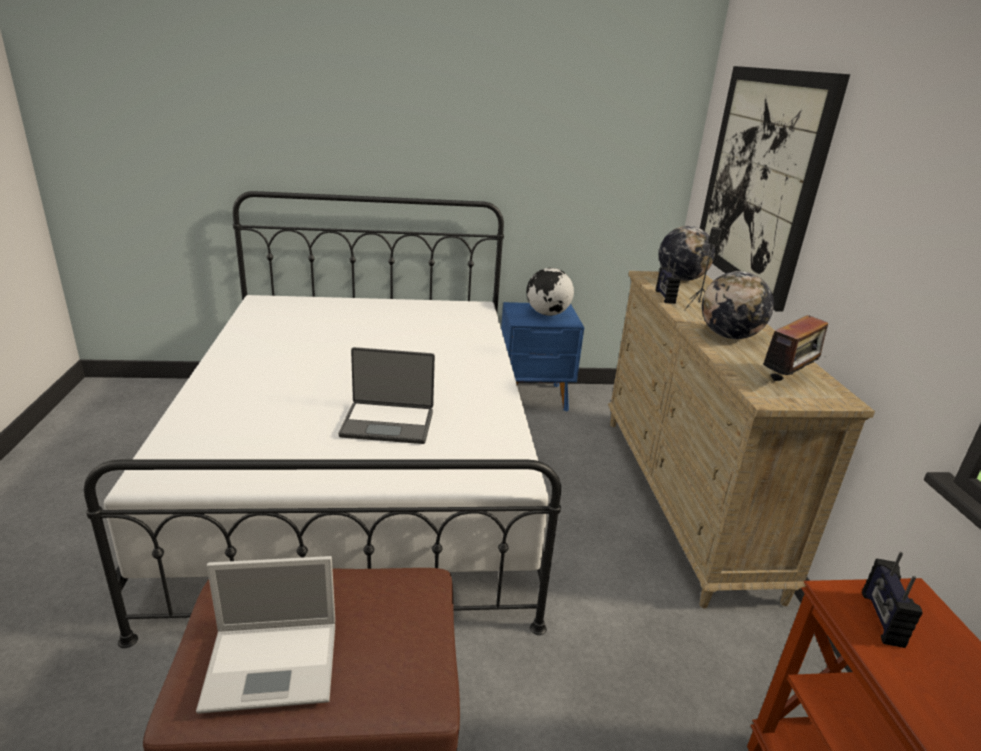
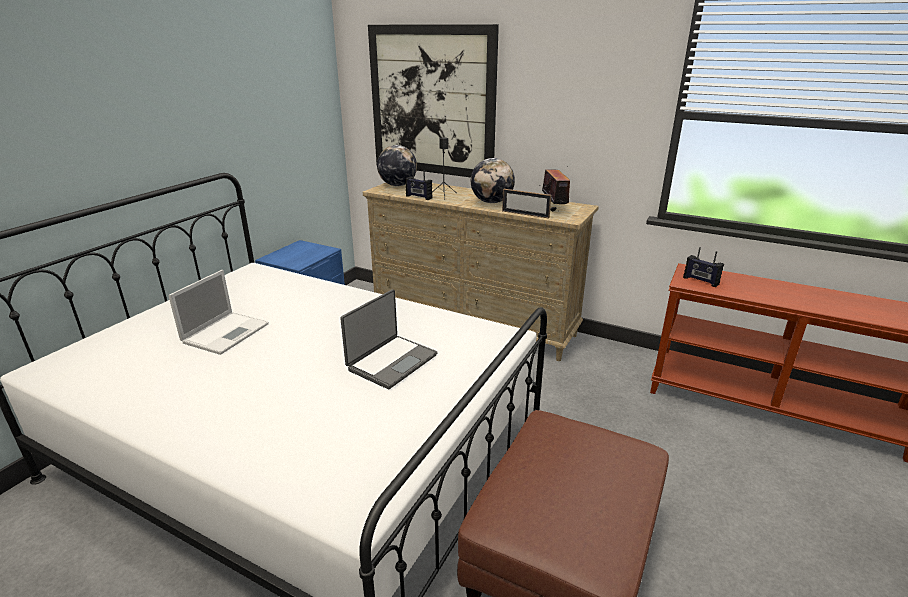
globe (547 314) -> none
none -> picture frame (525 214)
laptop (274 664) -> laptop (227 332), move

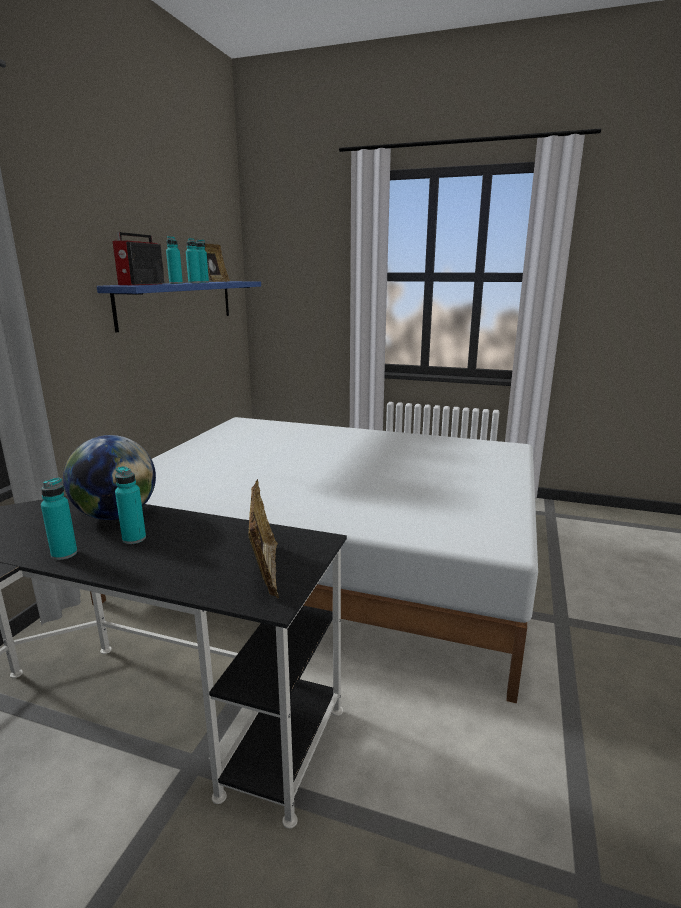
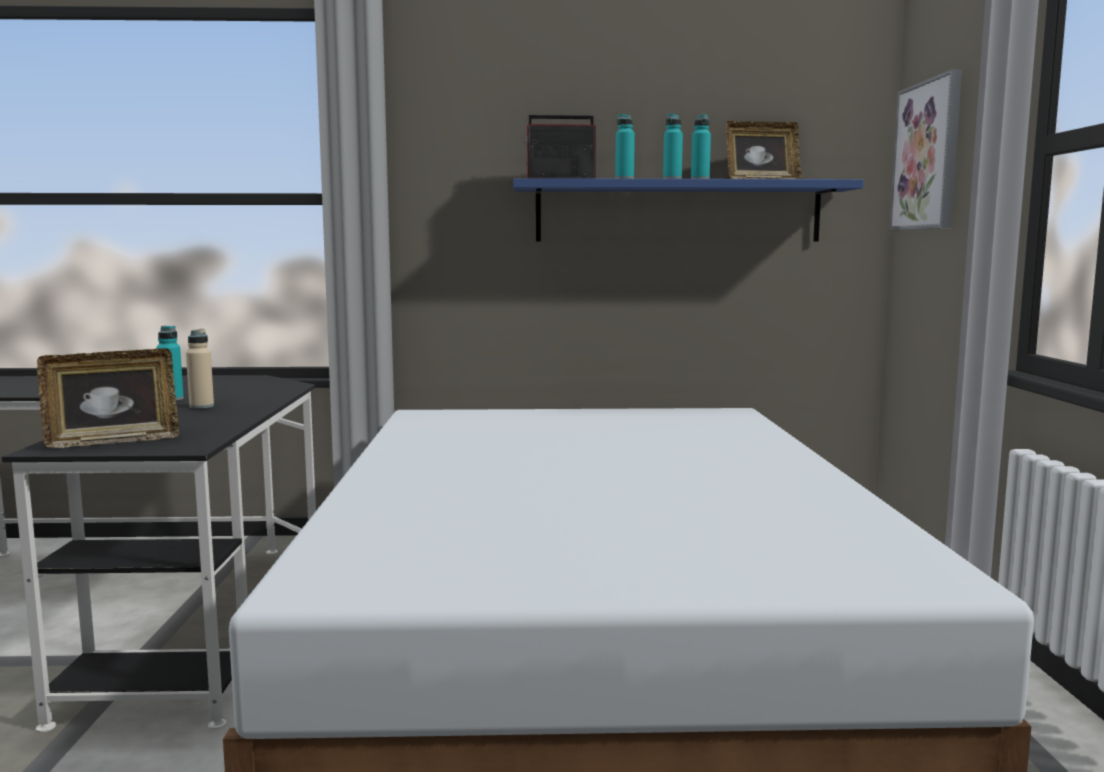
globe (116 515) -> none
none -> picture (927 156)
turquoise bottle (134 539) -> beige bottle (201 406)

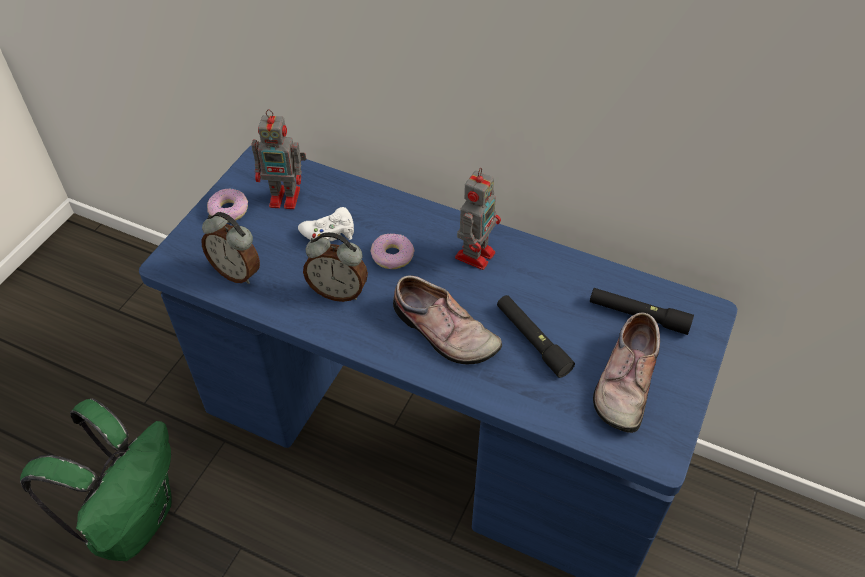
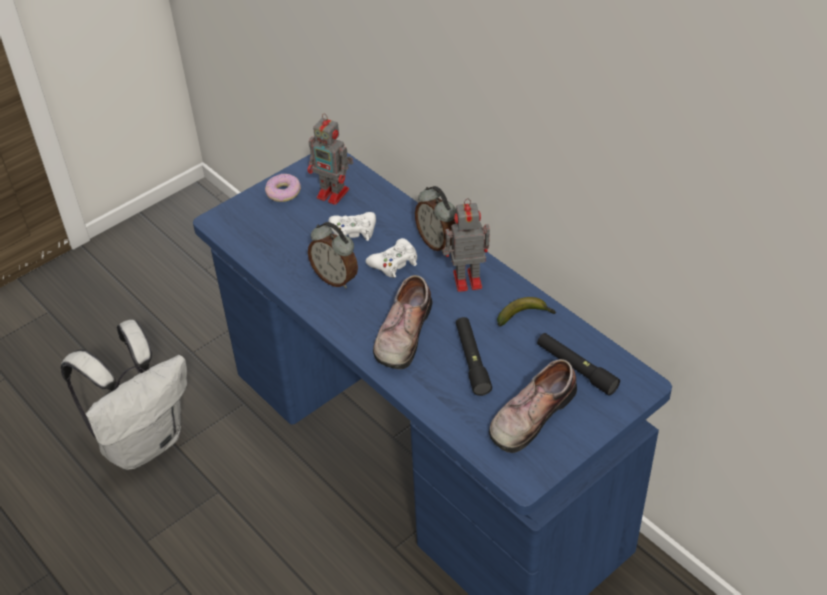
none -> banana (526 316)
alarm clock (237 272) -> alarm clock (437 242), move
donut (392 256) -> white game controller (394 263)
green backpack (133 520) -> white backpack (144 441)
shoe (442 332) -> shoe (401 333), 45 degrees clockwise
toy robot (476 254) -> toy robot (465 280), 150 degrees counterclockwise

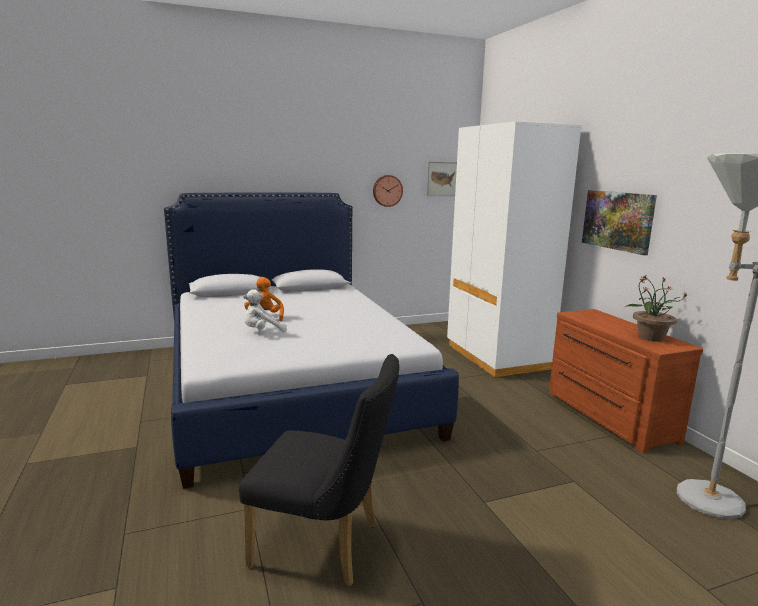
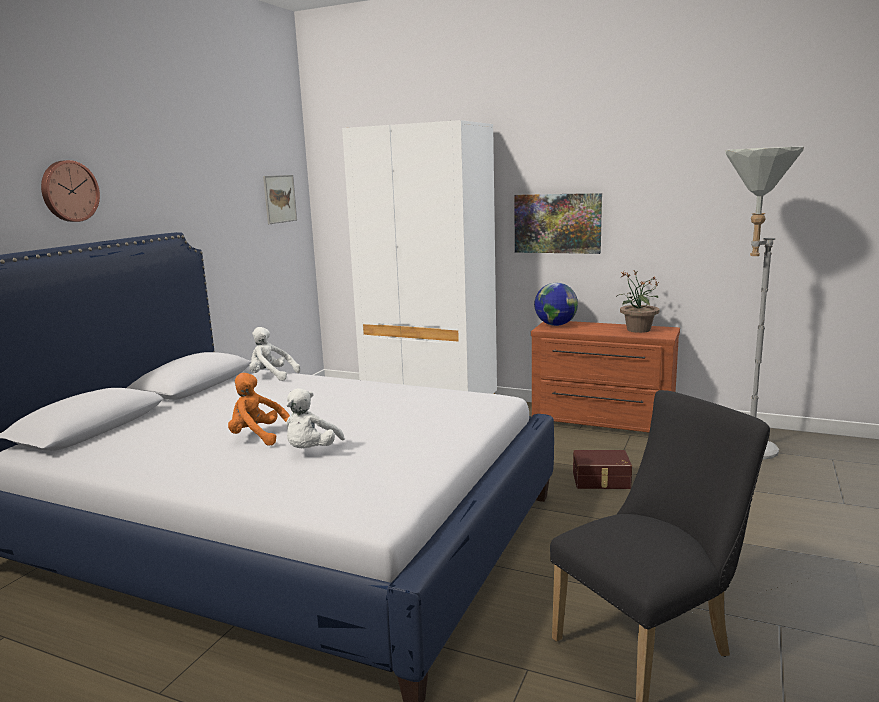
none -> white plush toy (271 376)
none -> globe (555 325)
none -> brown storage box (601 481)
wall clock (387 190) -> wall clock (68 191), move

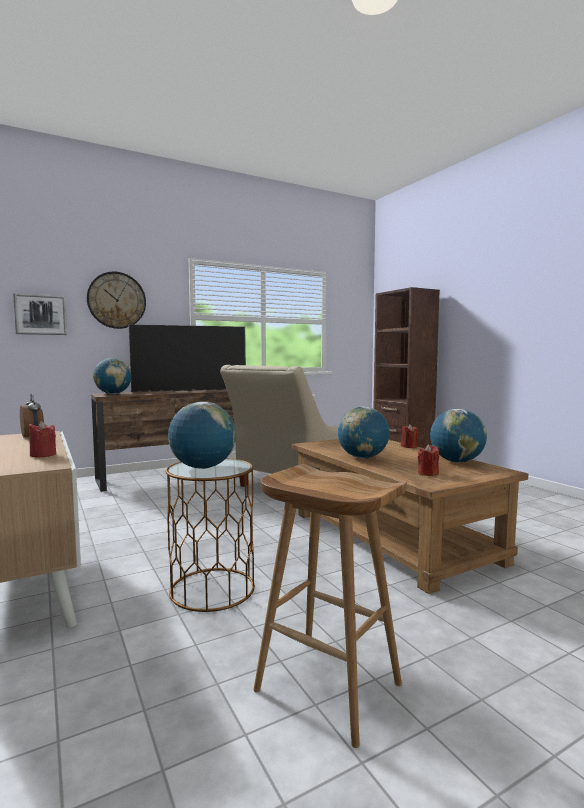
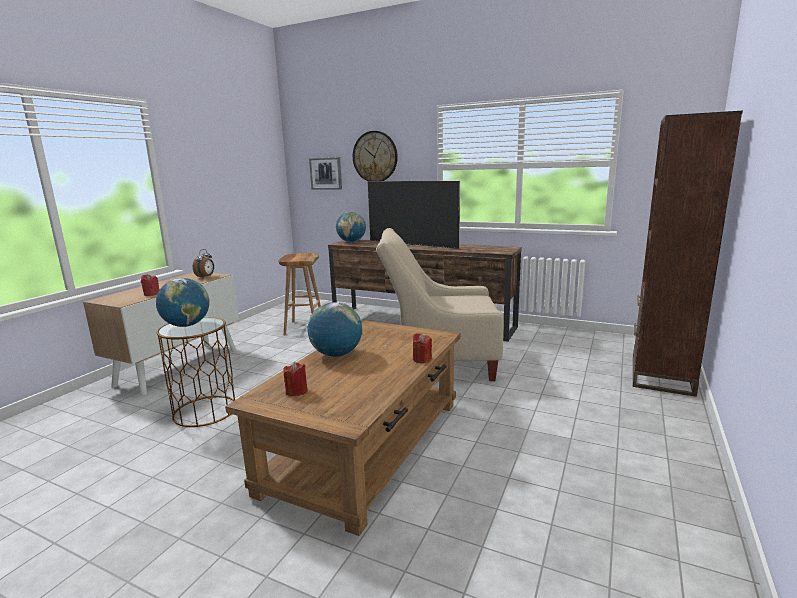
globe (456 462) -> none
brown stool (325 687) -> brown stool (304 327), move

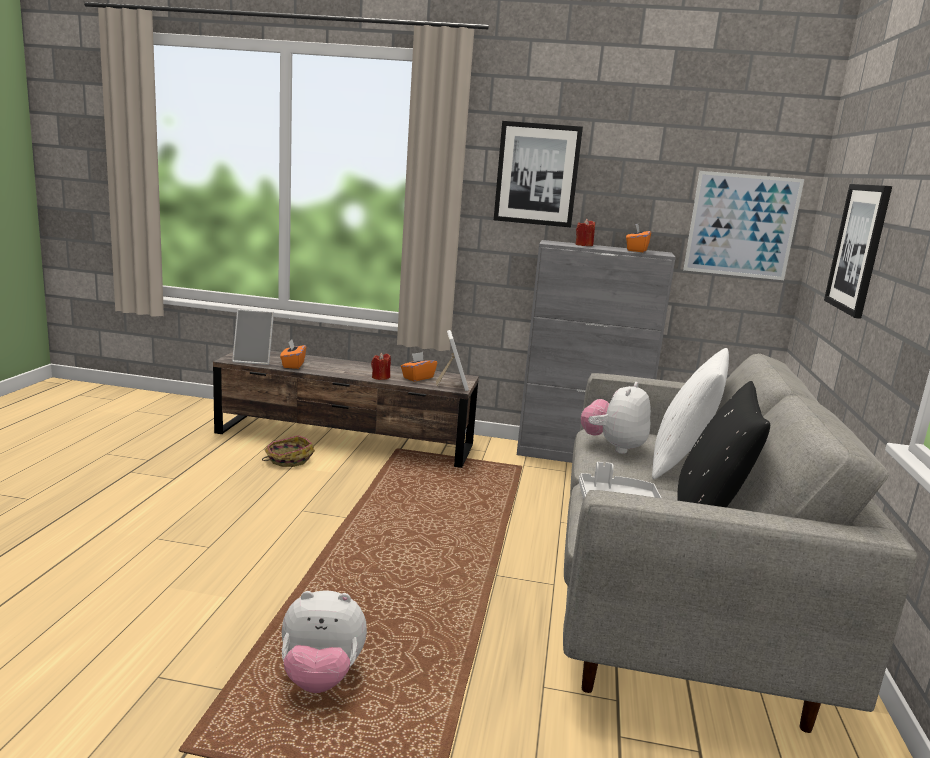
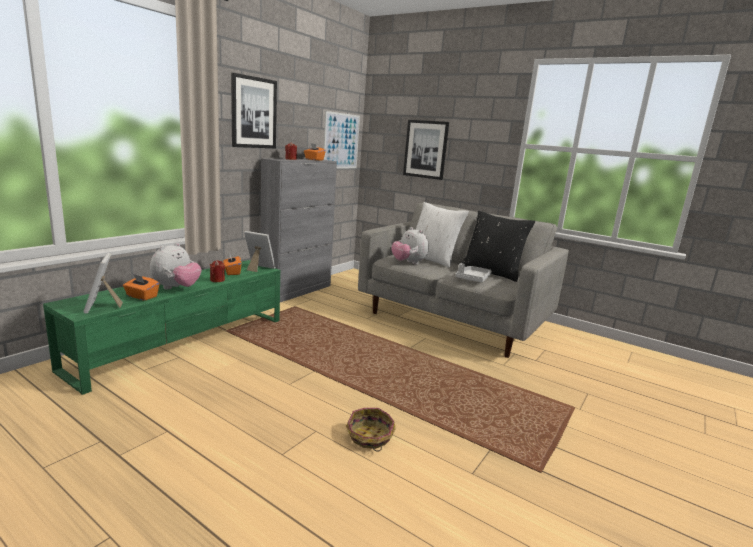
basket (288 459) -> basket (369 437), move
plush toy (321 677) -> plush toy (176 288), move
brown tv stand (346 439) -> green tv stand (184 342)
picture frame (254 360) -> picture frame (103 306), 135 degrees clockwise

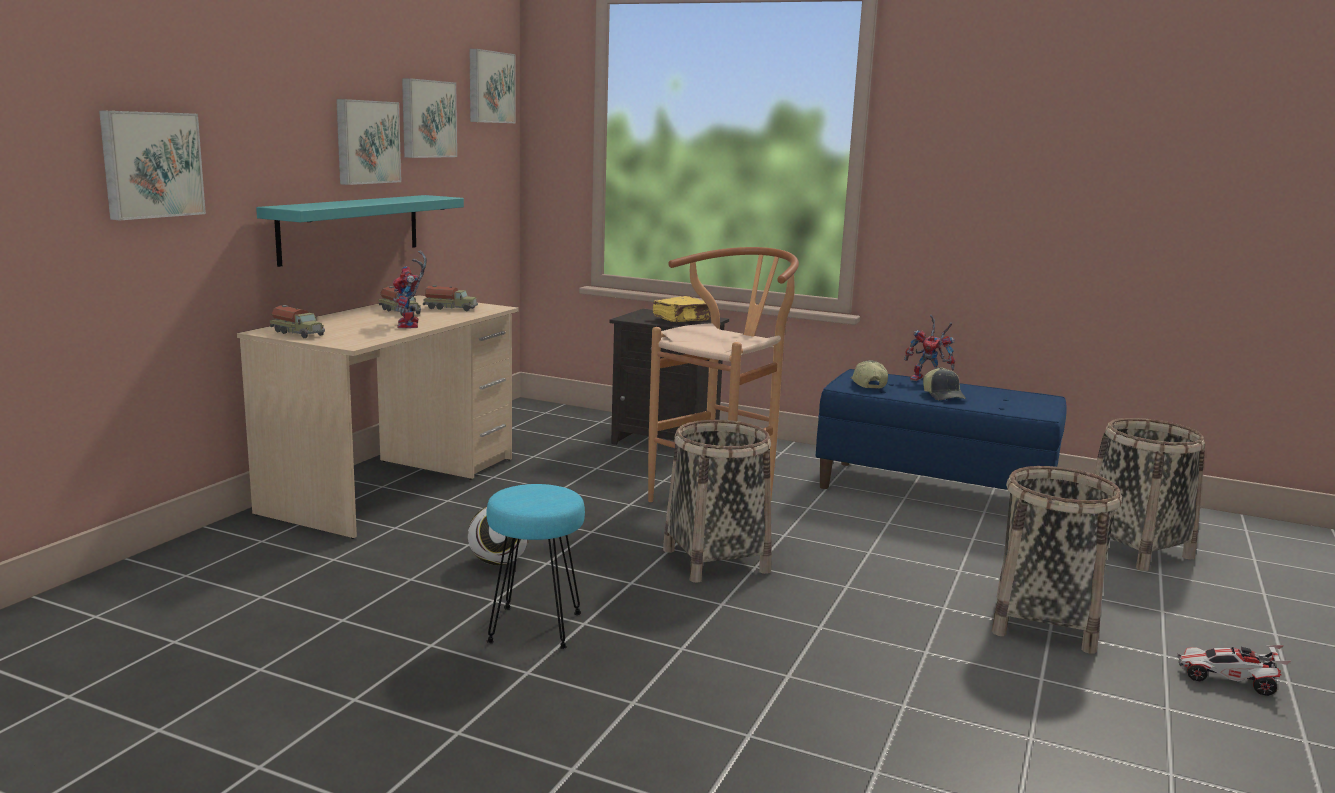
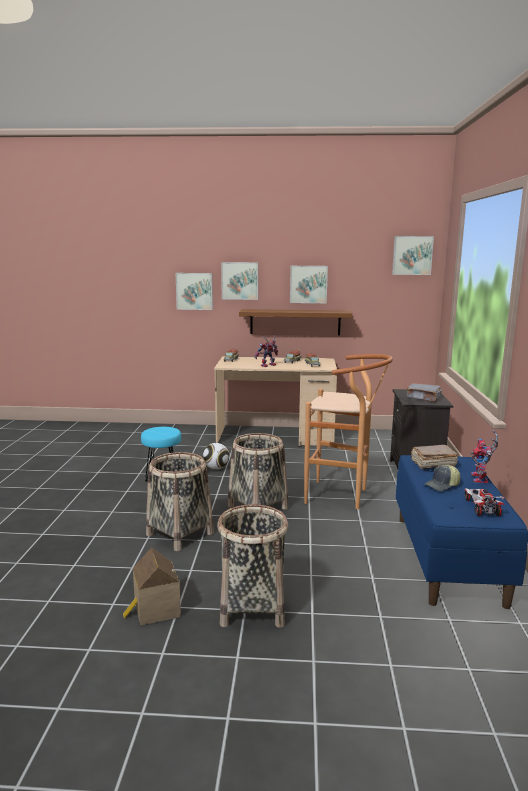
none -> toy house (154 610)
picture (427 119) -> picture (240 280), move
basket (1135 550) -> basket (180 534), move
toy car (1227 680) -> toy car (481 507), move
cap (867 385) -> brown book (432 464)
turquoise shelf (350 228) -> brown shelf (295 322)
yellow book (682 319) -> grey book (424 398)

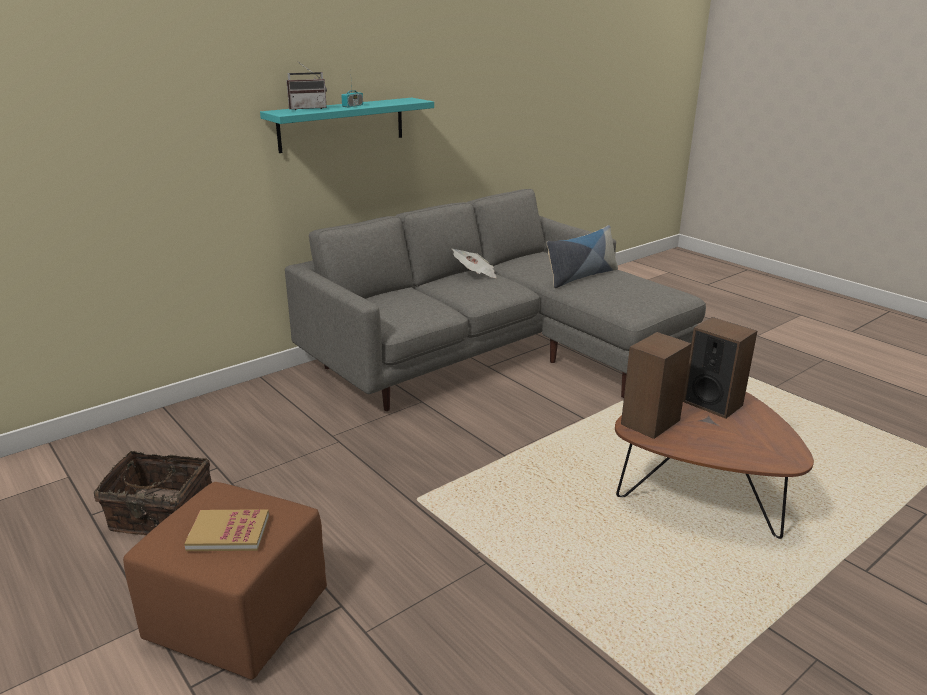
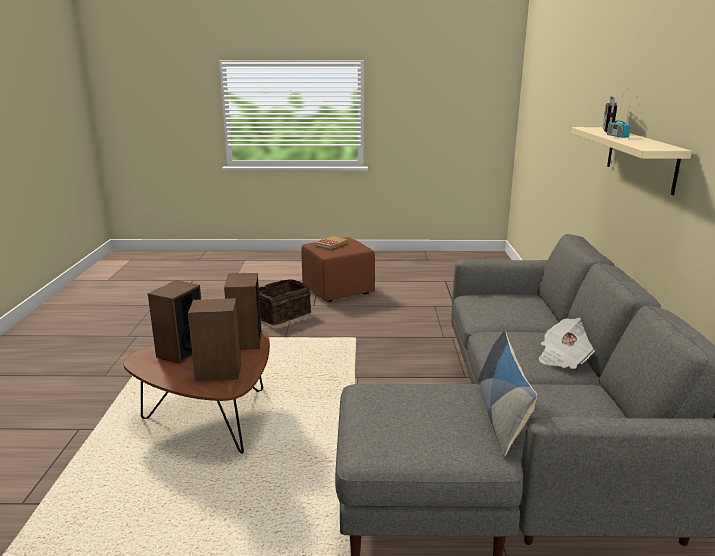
none -> speaker (181 352)
basket (161 517) -> basket (281 315), move
turquoise shelf (342 124) -> beige shelf (640 158)

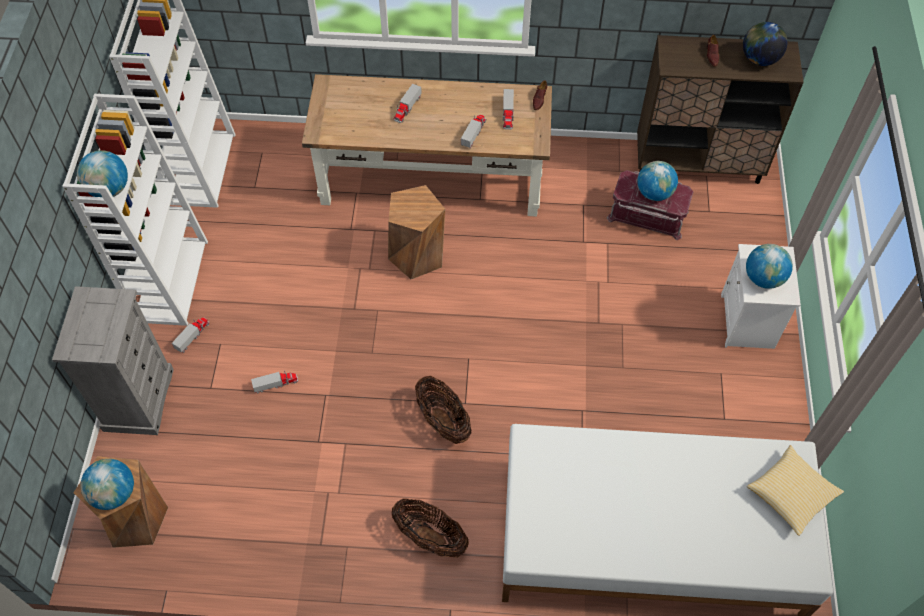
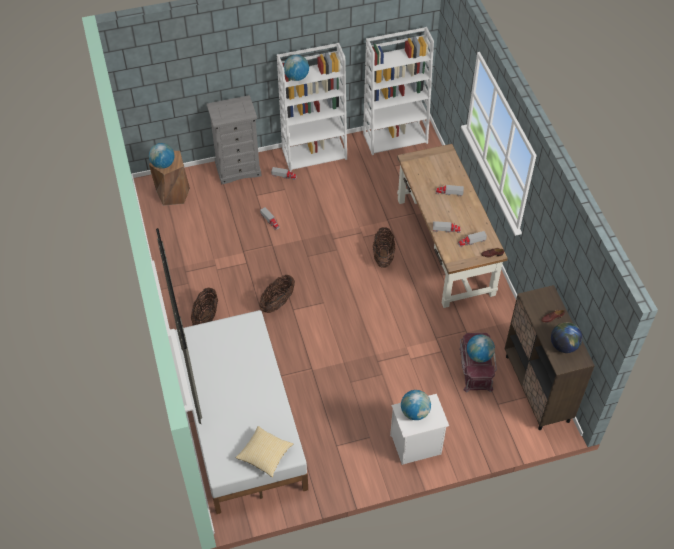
brown stool (417 256) -> basket (383 256)

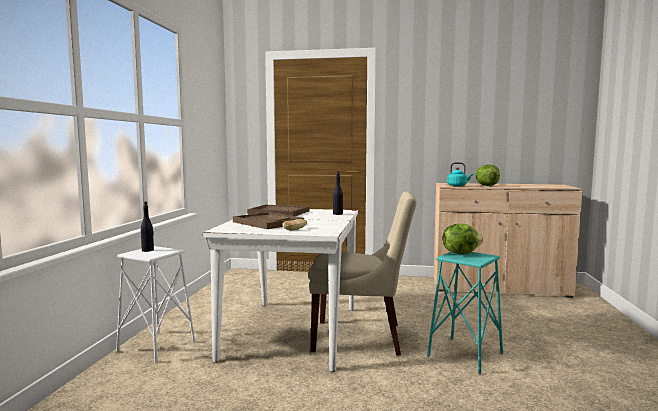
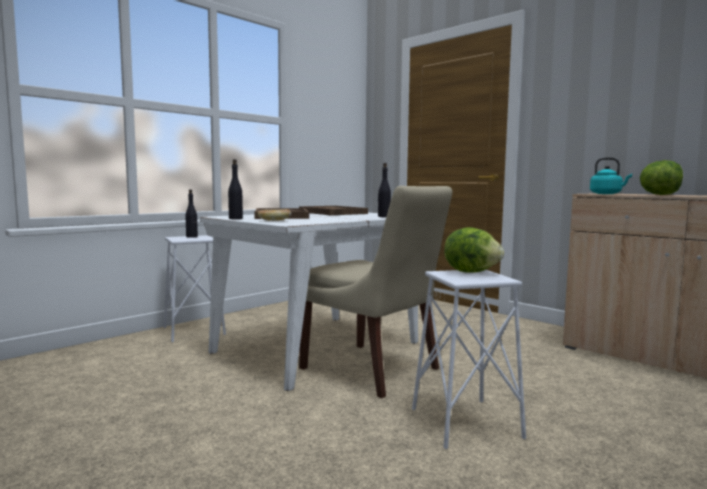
none -> black bottle (235 218)
turquoise stool (465 355) -> white stool (465 423)

